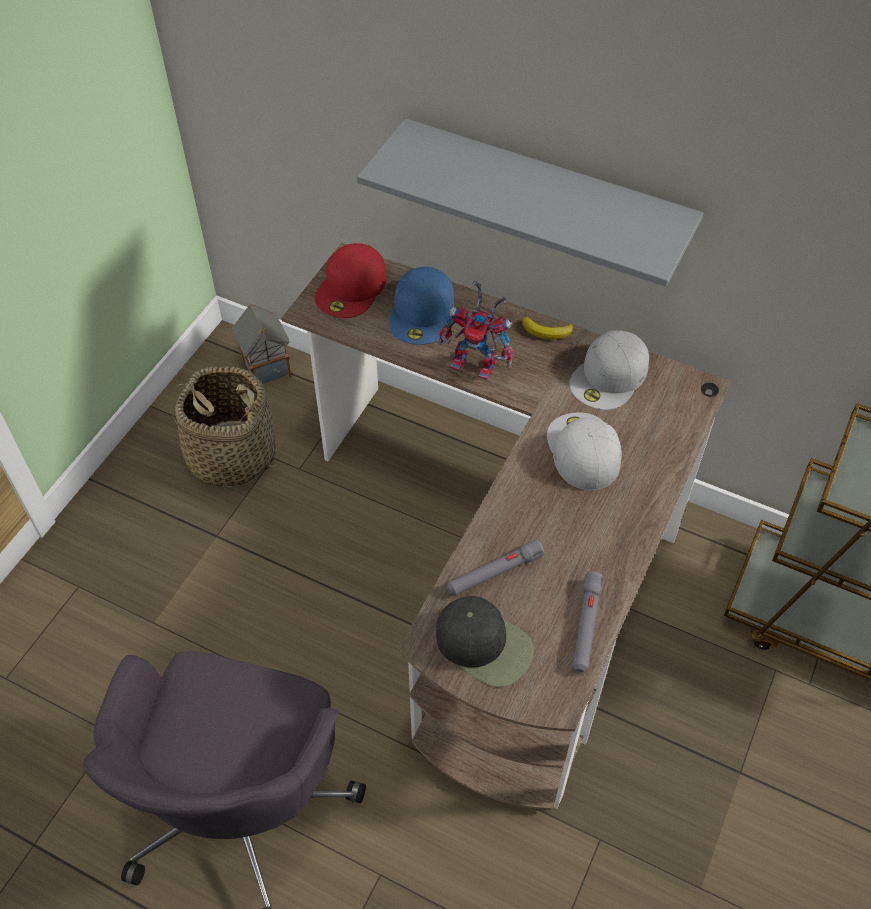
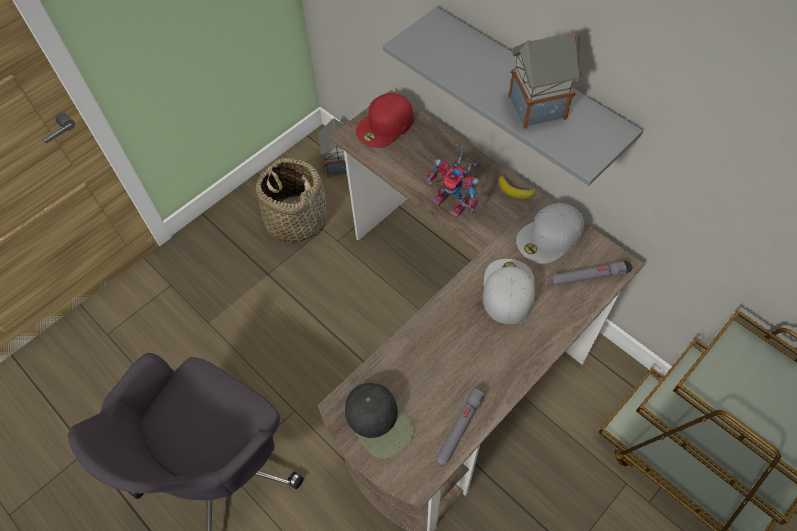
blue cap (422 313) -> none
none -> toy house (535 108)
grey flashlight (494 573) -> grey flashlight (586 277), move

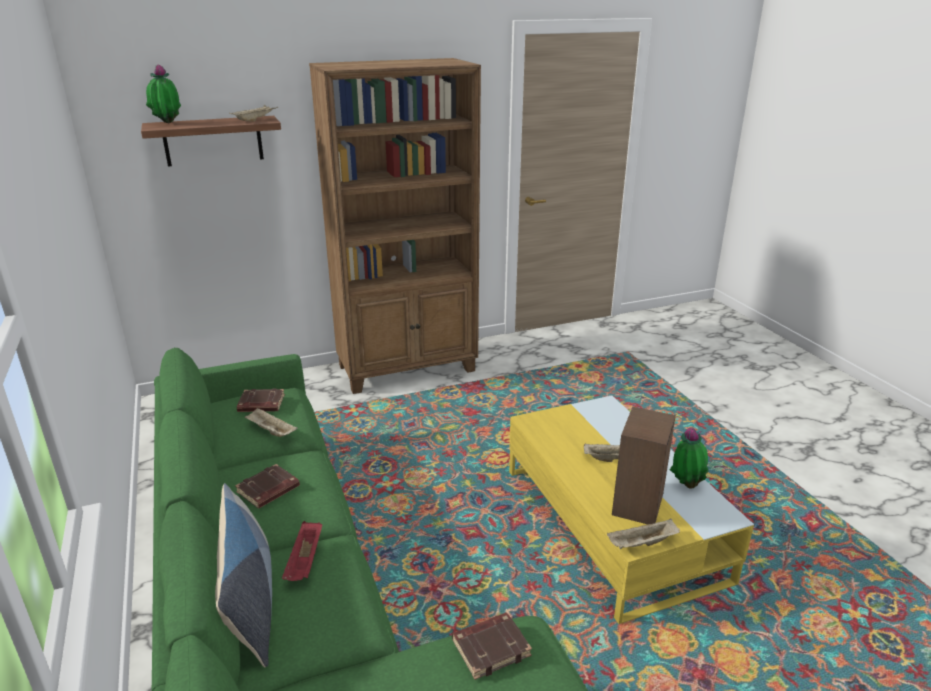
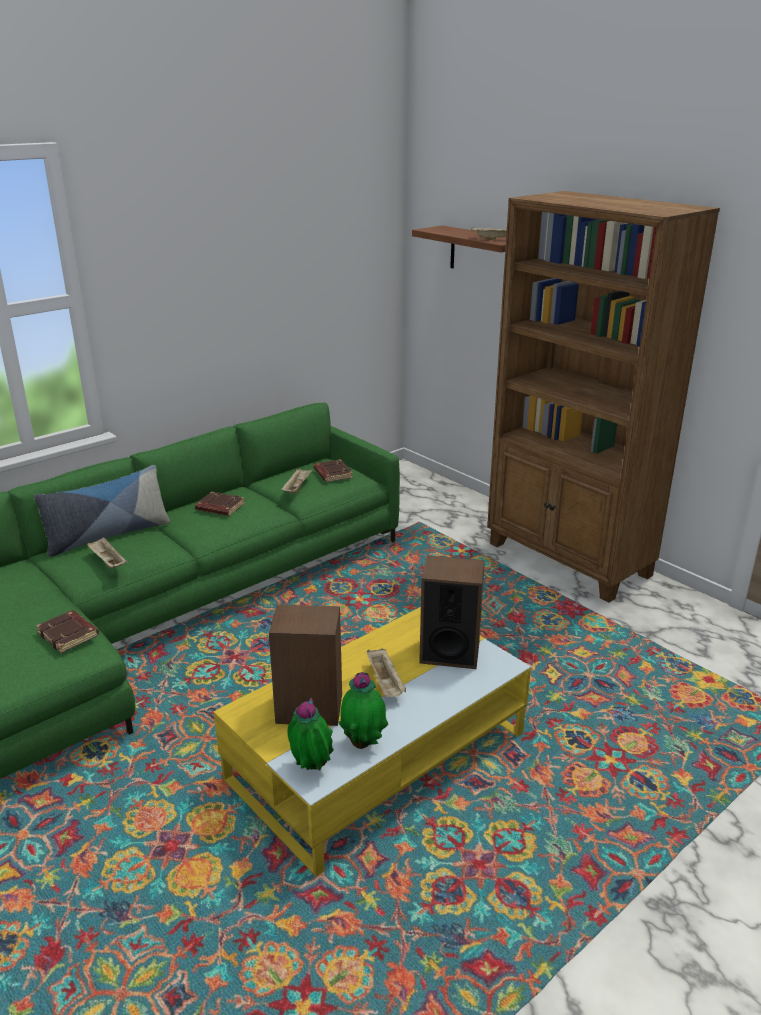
red tray (305 562) -> none
none -> speaker (449 652)
potted plant (167 123) -> potted plant (311 768), move
beige tray (642 544) -> beige tray (107 562), move

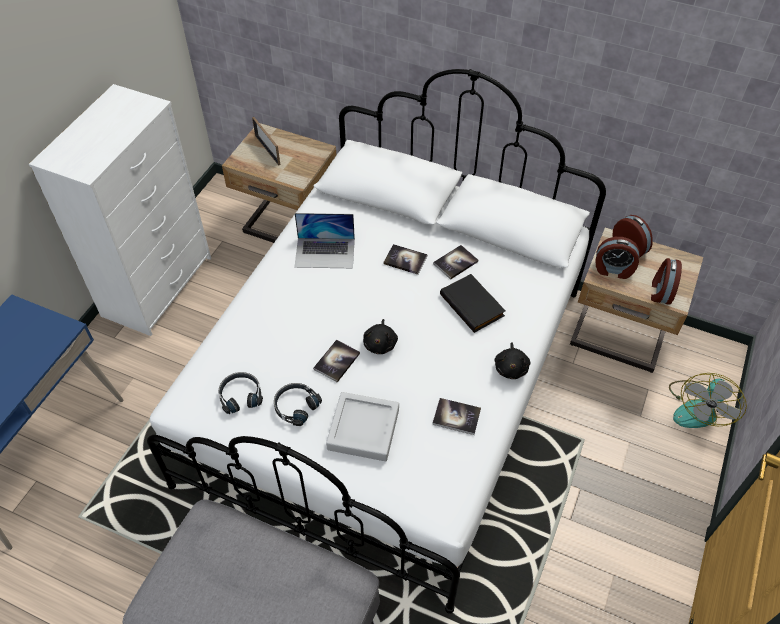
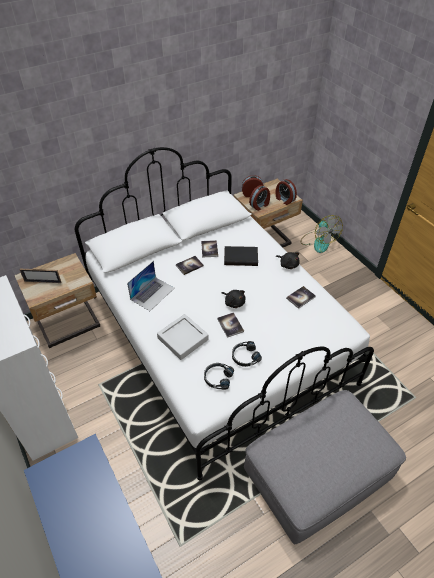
grey tray (363 429) -> grey tray (183 339), move

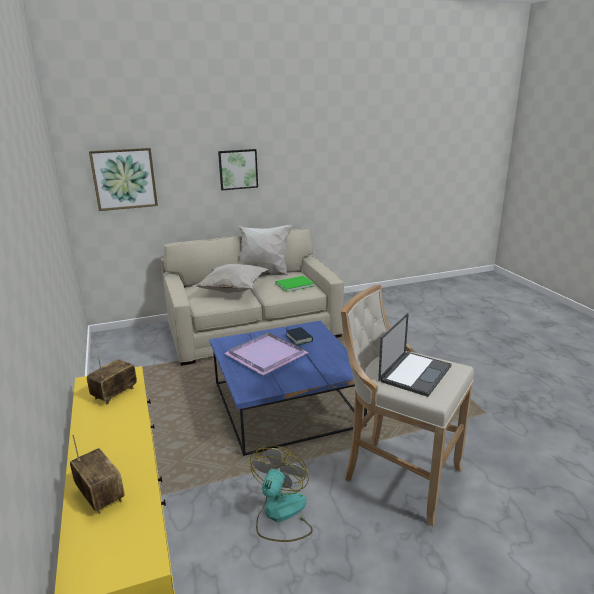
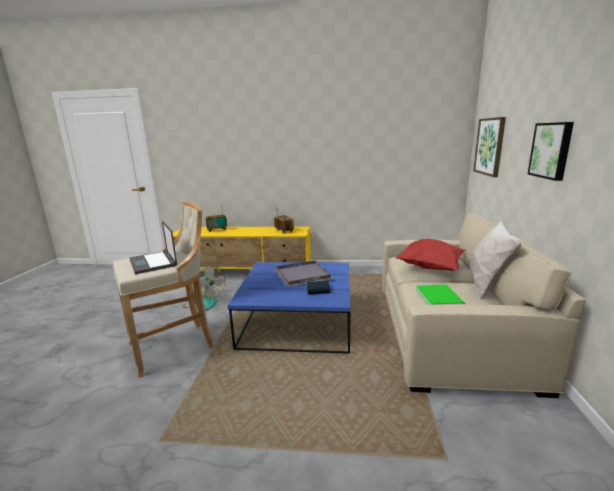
white pillow (232 291) -> red pillow (430 268)
purple tray (266 356) -> grey tray (302 275)

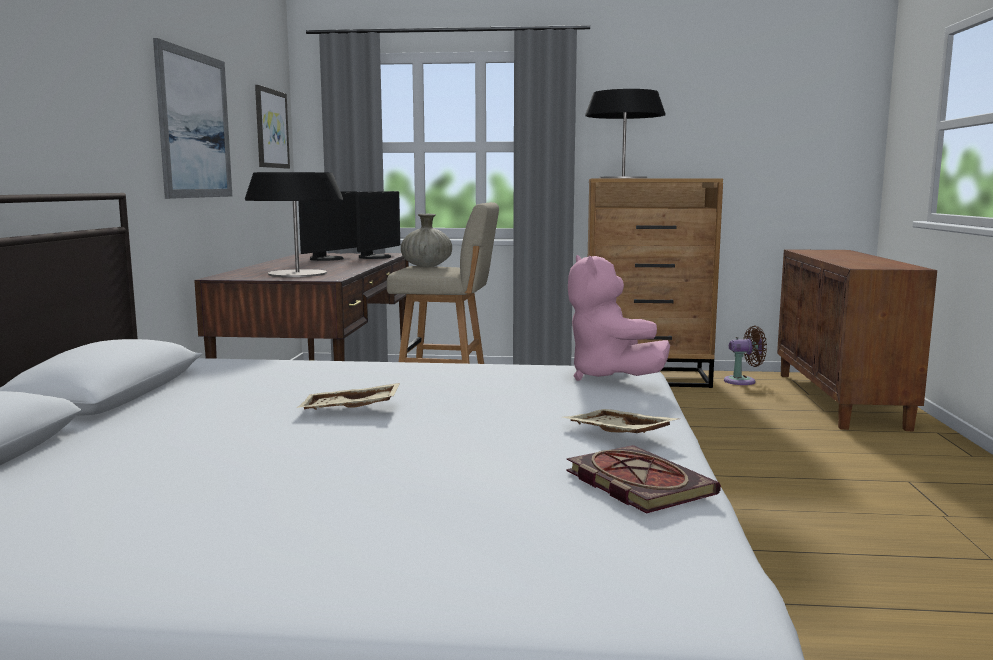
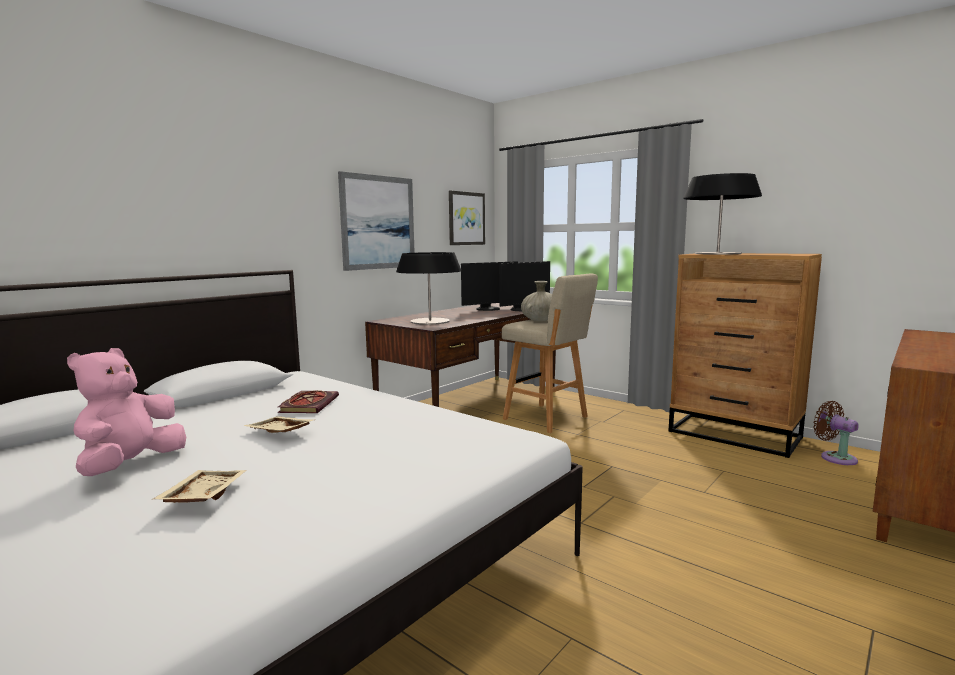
beige tray (616 434) -> beige tray (202 496), move
book (634 483) -> book (308 404), move
pink plush toy (609 377) -> pink plush toy (131 465), move
brown fan (743 381) -> brown fan (835 457), 150 degrees counterclockwise

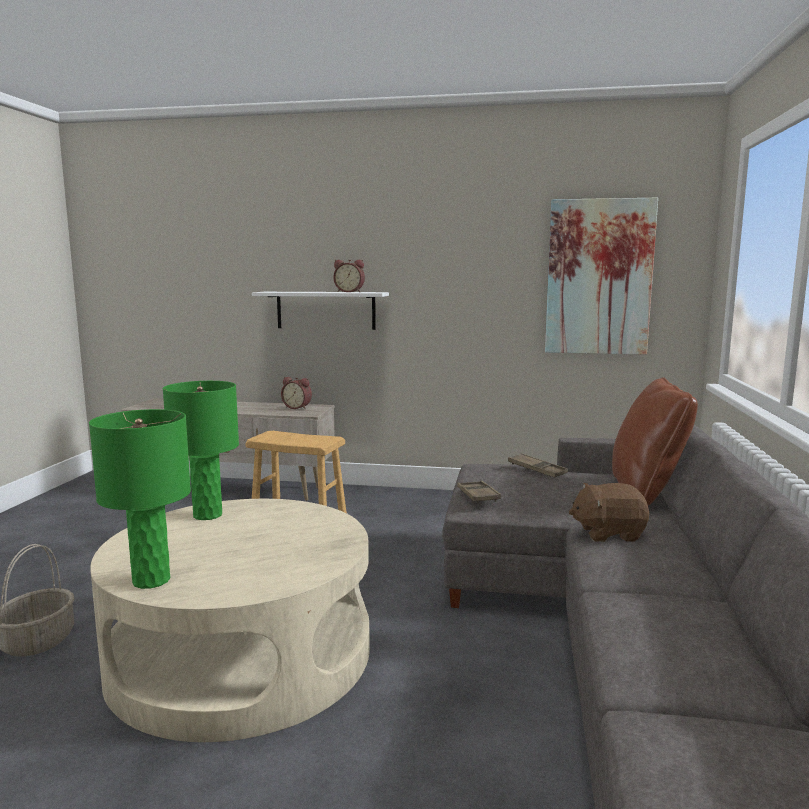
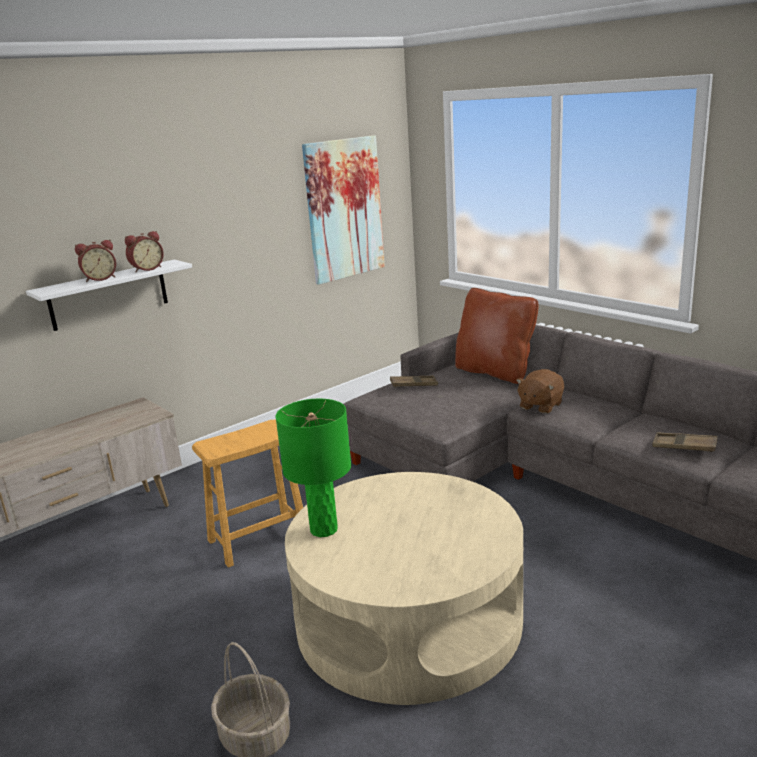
green table lamp (151 581) -> none
alarm clock (297 407) -> alarm clock (100 278), move
brown tray (478 496) -> brown tray (684 446), move

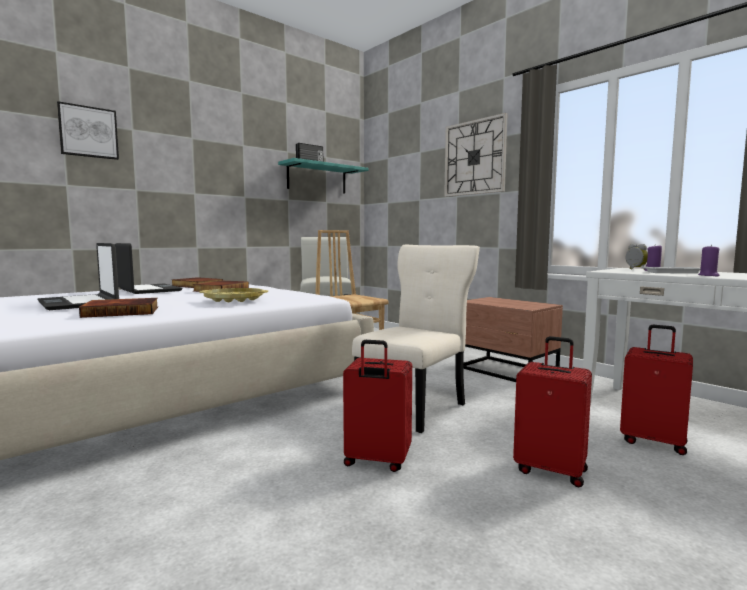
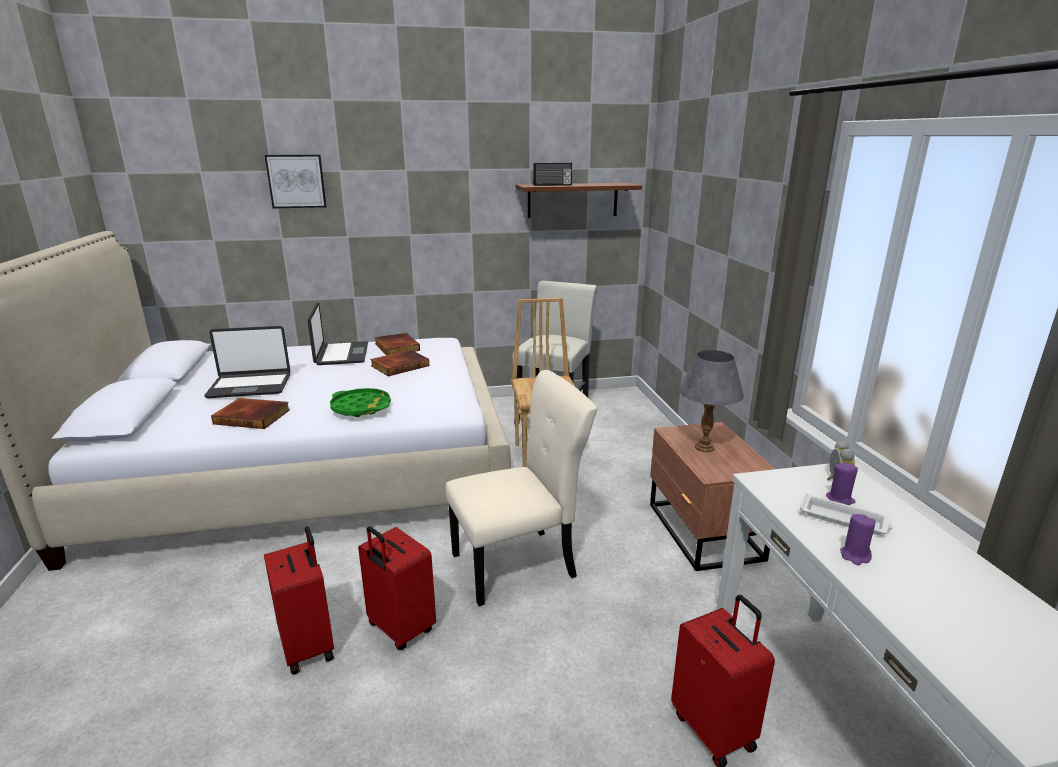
wall clock (474 157) -> none
none -> grey table lamp (704 447)
red suitcase (551 470) -> red suitcase (309 646), move
yellow tray (234 299) -> green tray (361 407)
turquoise shelf (317 178) -> brown shelf (572 200)
laptop (79 303) -> laptop (250 386), 90 degrees counterclockwise

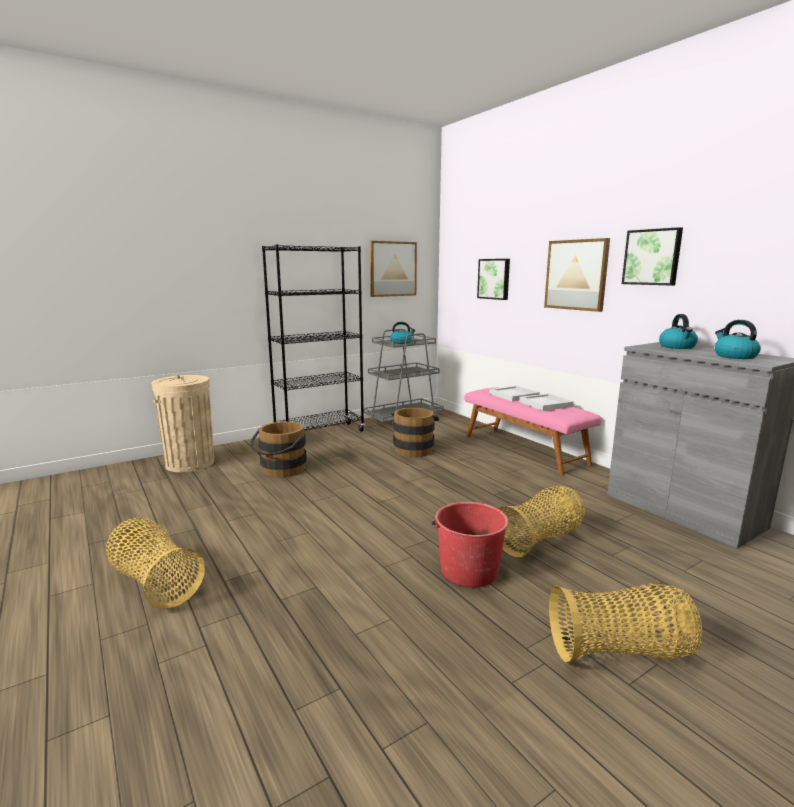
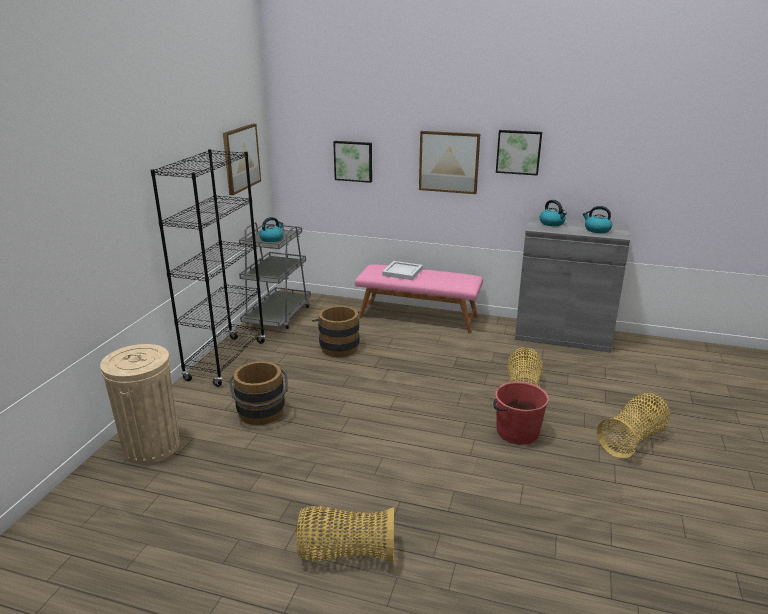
white tray (544 404) -> none

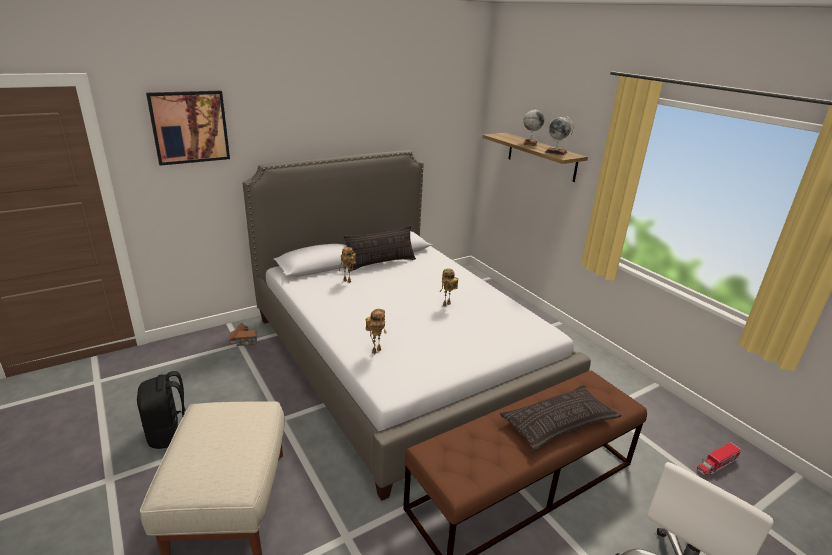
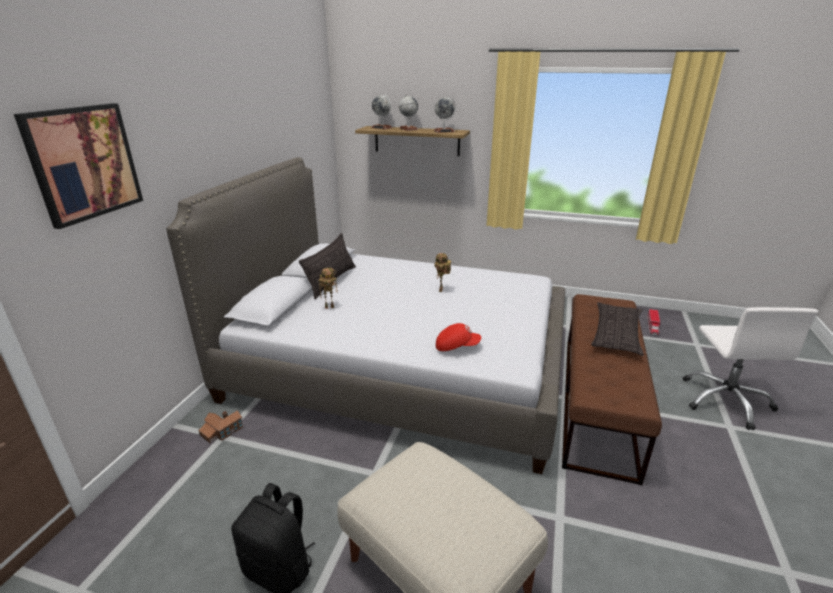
none -> globe (382 127)
toy robot (376 350) -> red cap (456 346)

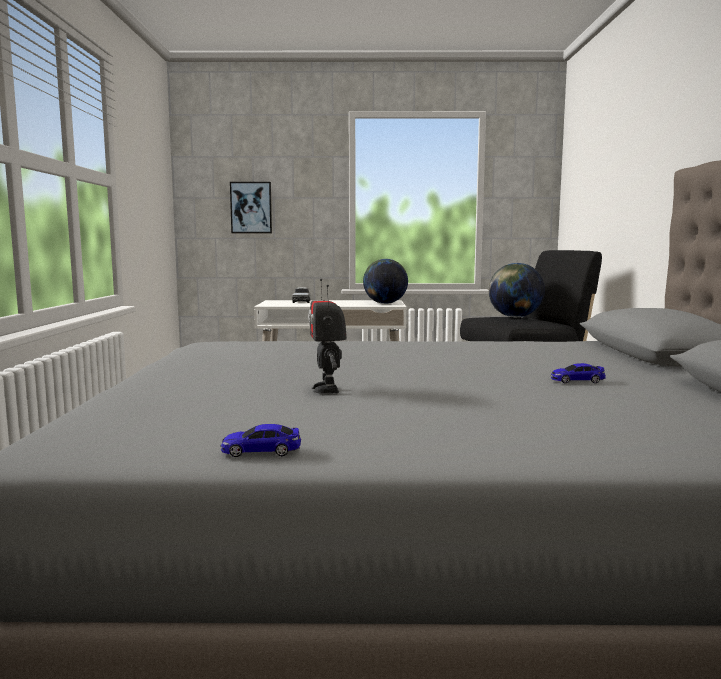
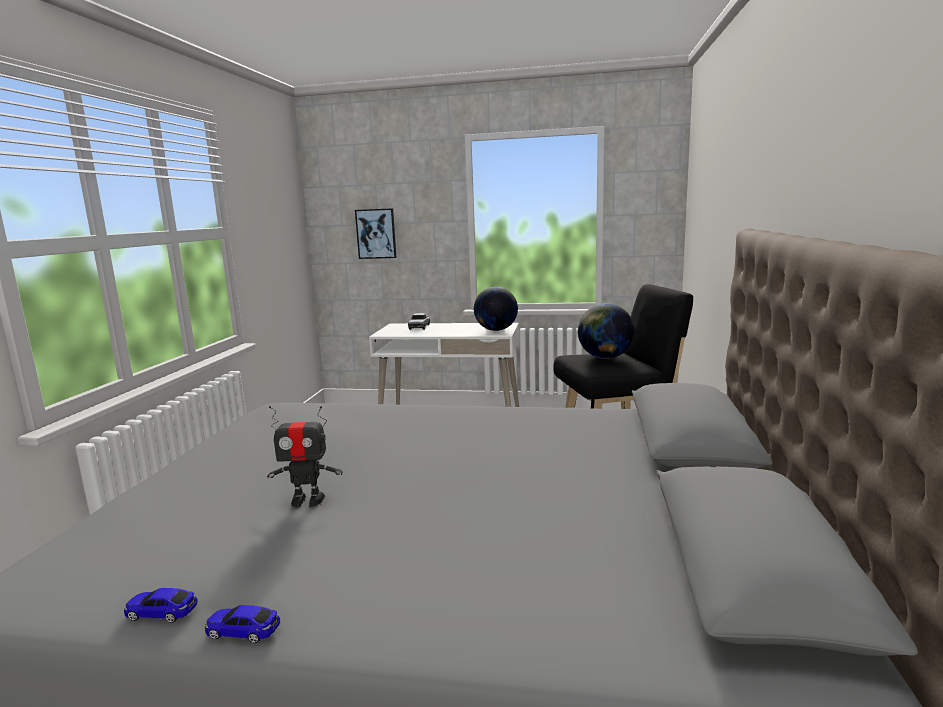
toy car (577 381) -> toy car (243 631), move
toy robot (327 389) -> toy robot (307 500), 90 degrees counterclockwise

